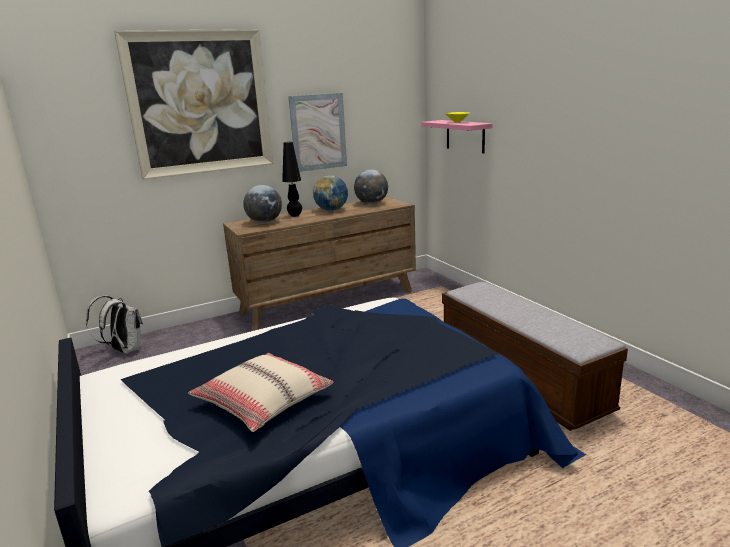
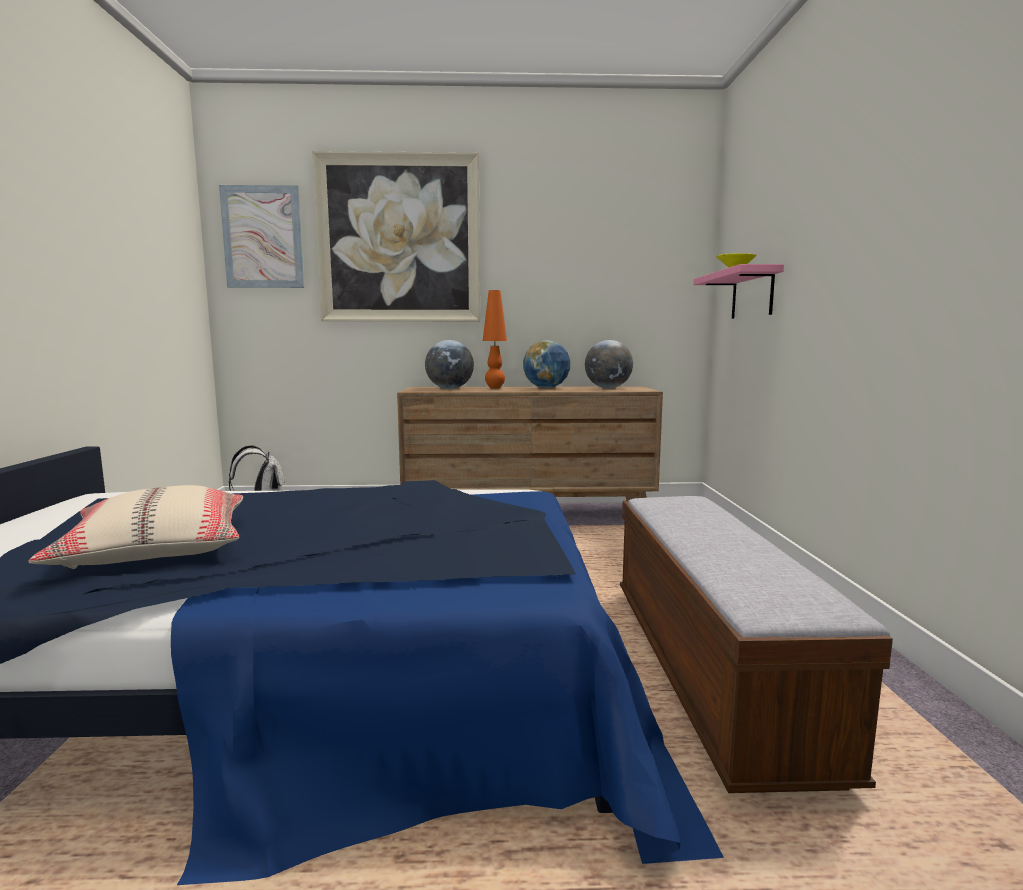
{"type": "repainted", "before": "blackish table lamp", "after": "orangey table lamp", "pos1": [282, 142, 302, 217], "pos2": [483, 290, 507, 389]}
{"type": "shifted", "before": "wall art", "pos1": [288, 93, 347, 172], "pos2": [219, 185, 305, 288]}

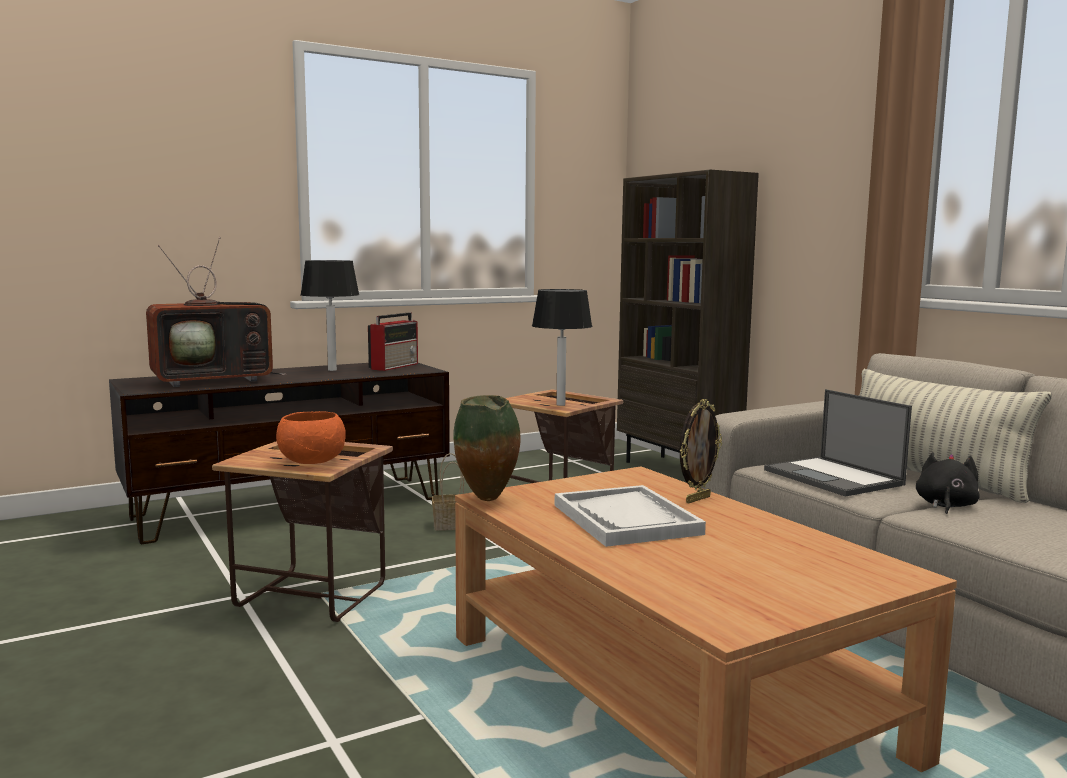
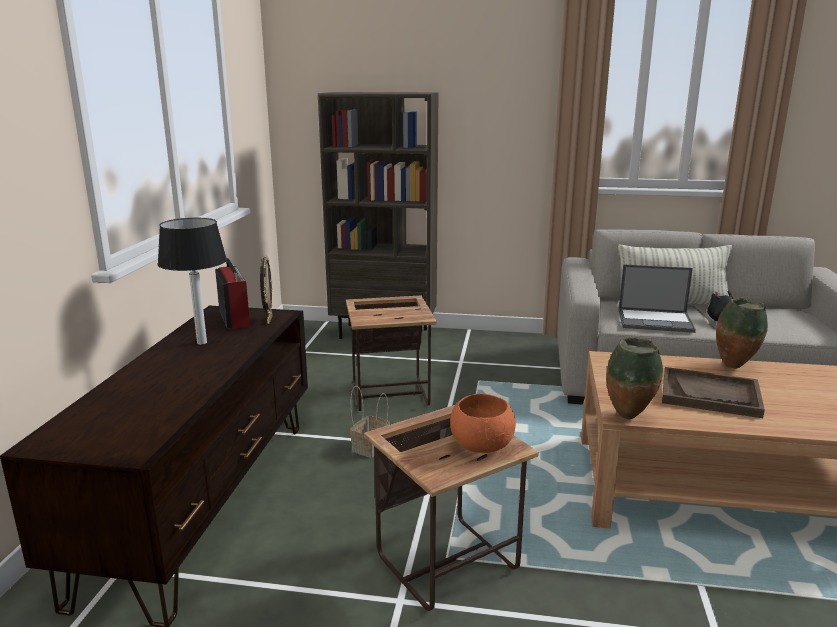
{"type": "gone", "before": "television", "pos1": [146, 237, 287, 387]}
{"type": "gone", "before": "table lamp", "pos1": [532, 289, 592, 406]}
{"type": "repainted", "before": "white carrying tray", "after": "brown carrying tray", "pos1": [555, 485, 706, 547], "pos2": [662, 367, 765, 418]}
{"type": "shifted", "before": "standing frame", "pos1": [680, 399, 722, 503], "pos2": [260, 255, 273, 324]}
{"type": "new", "after": "vase", "pos2": [716, 297, 768, 369]}

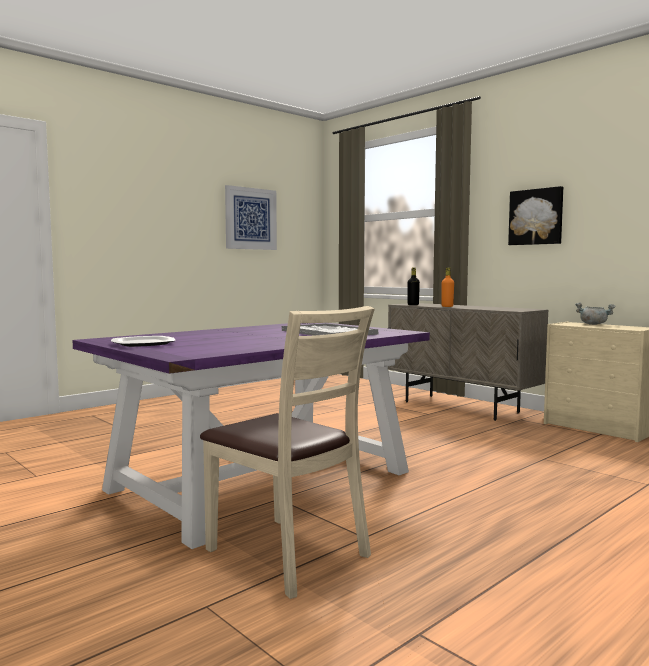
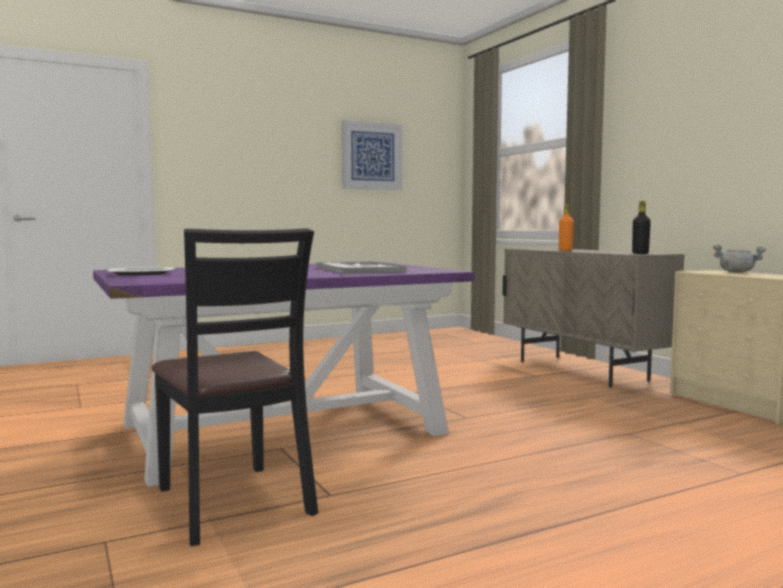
{"type": "repainted", "before": "beige-coloured chair", "after": "blackish chair", "pos1": [200, 306, 375, 599], "pos2": [152, 229, 318, 546]}
{"type": "shifted", "before": "blackish beverage bottle", "pos1": [408, 267, 420, 305], "pos2": [632, 201, 651, 254]}
{"type": "gone", "before": "wall art", "pos1": [508, 186, 563, 245]}

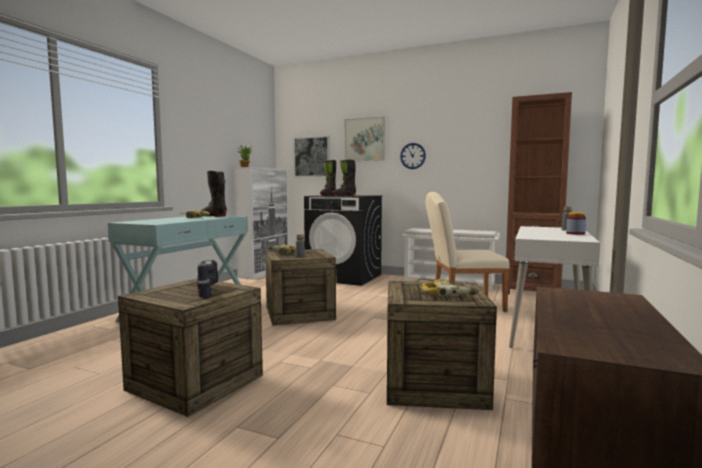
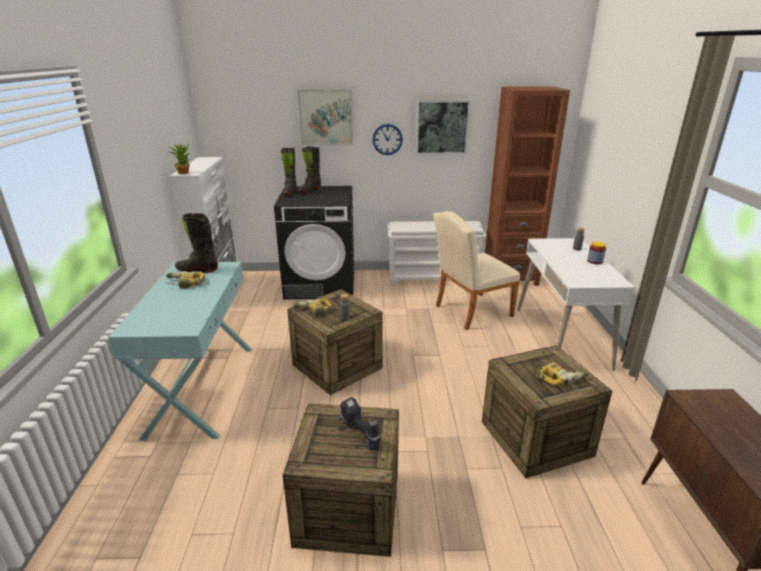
{"type": "shifted", "before": "wall art", "pos1": [293, 136, 330, 177], "pos2": [416, 100, 471, 154]}

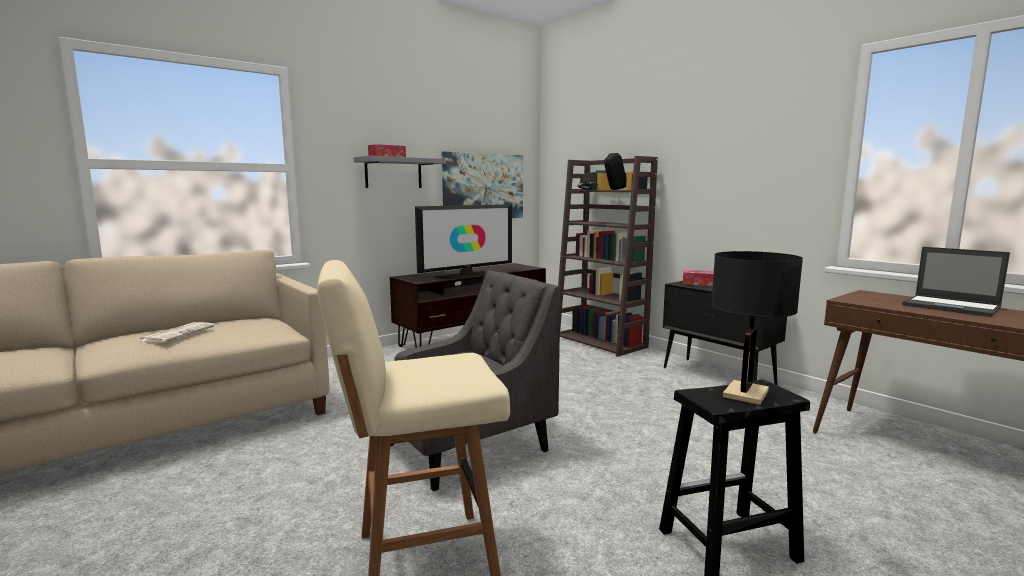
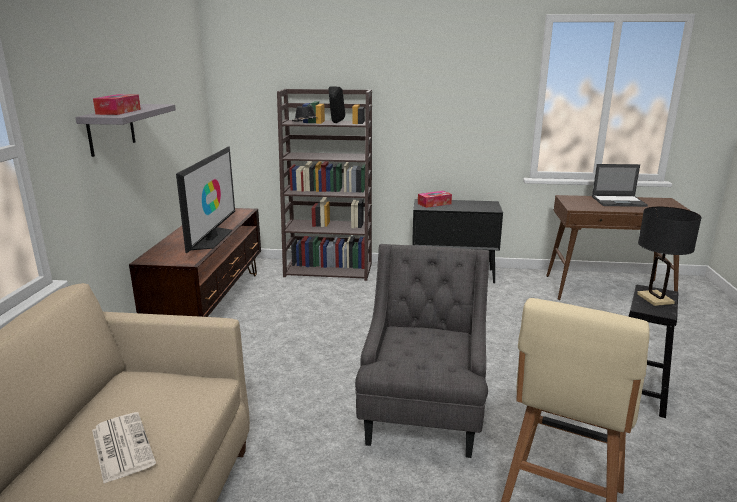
{"type": "gone", "before": "wall art", "pos1": [442, 152, 523, 218]}

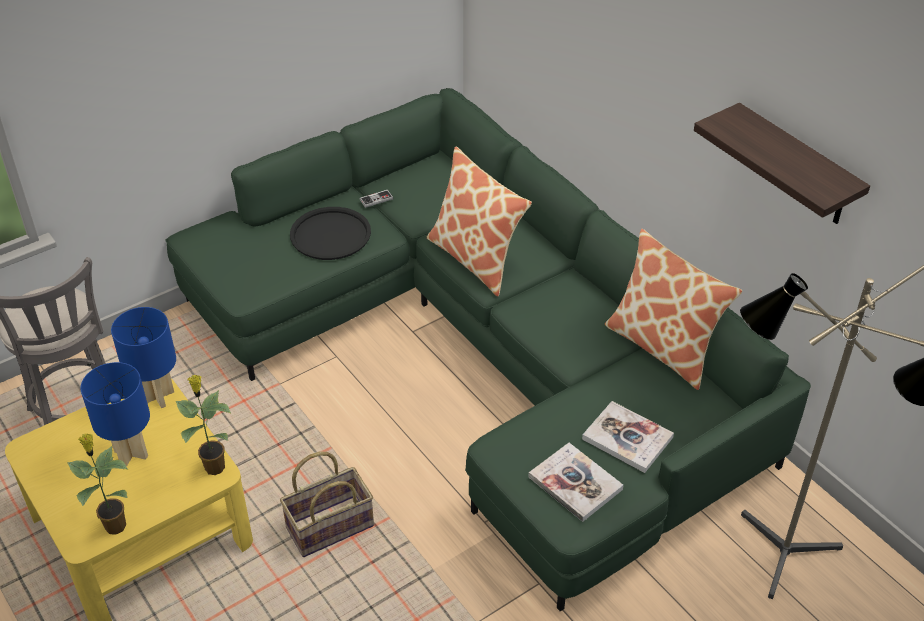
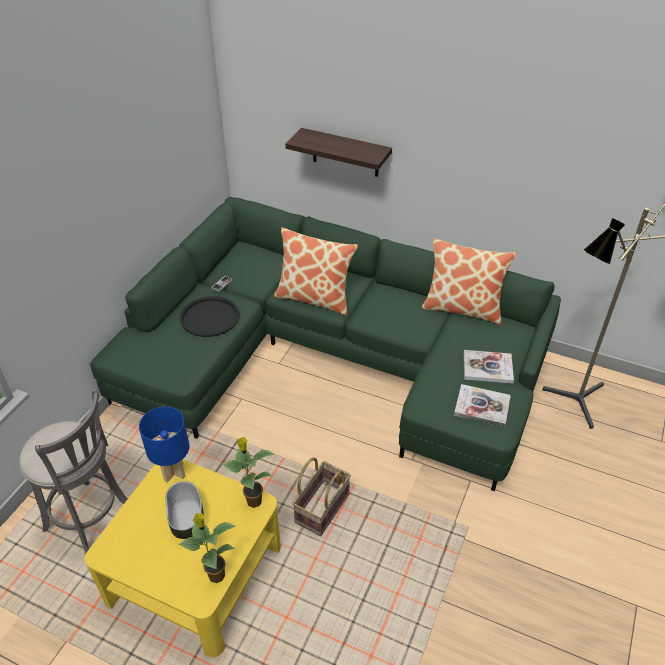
{"type": "swapped", "before": "bluish table lamp", "after": "bowl", "pos1": [80, 362, 150, 467], "pos2": [165, 481, 204, 539]}
{"type": "shifted", "before": "shelf", "pos1": [694, 103, 870, 224], "pos2": [285, 128, 392, 177]}

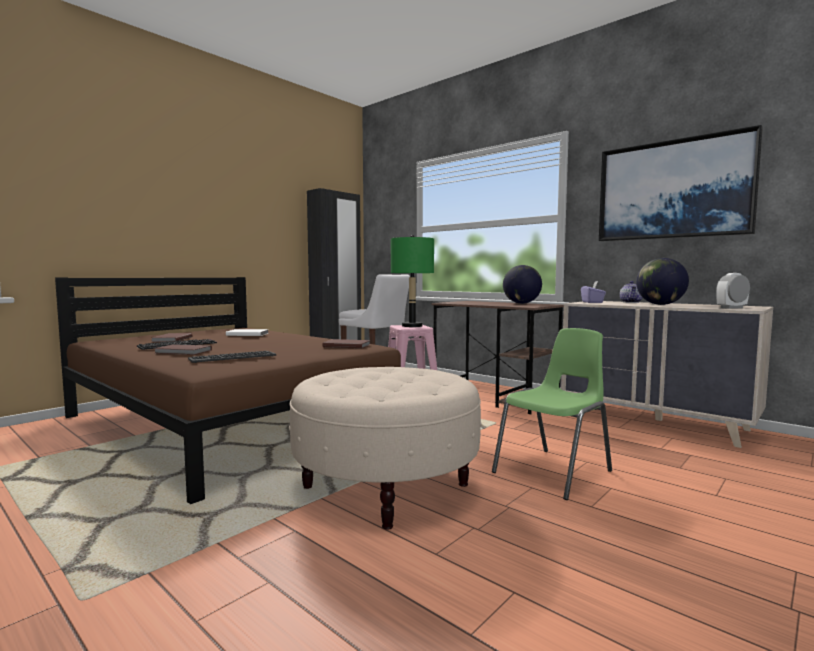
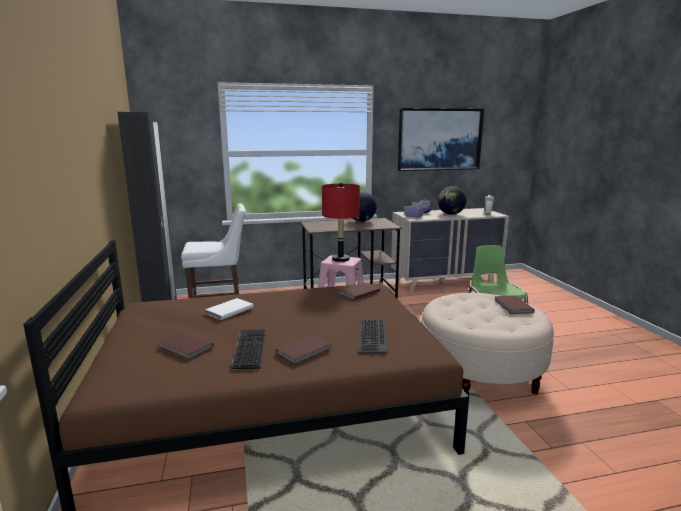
{"type": "repainted", "before": "green-coloured table lamp", "after": "red-coloured table lamp", "pos1": [391, 235, 434, 327], "pos2": [322, 183, 360, 262]}
{"type": "new", "after": "brown volume", "pos2": [494, 295, 535, 314]}

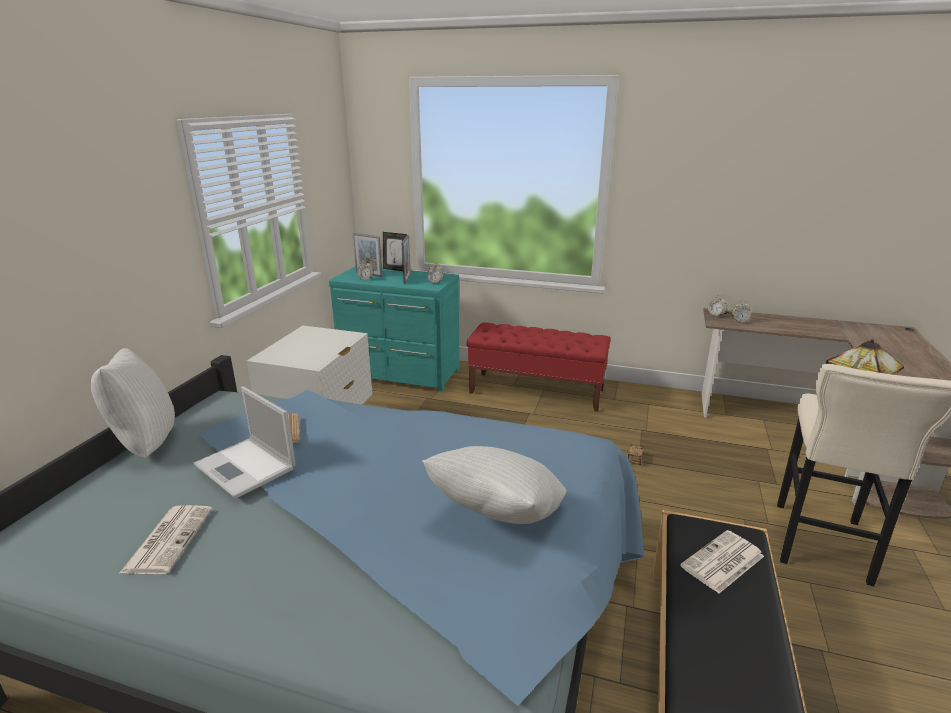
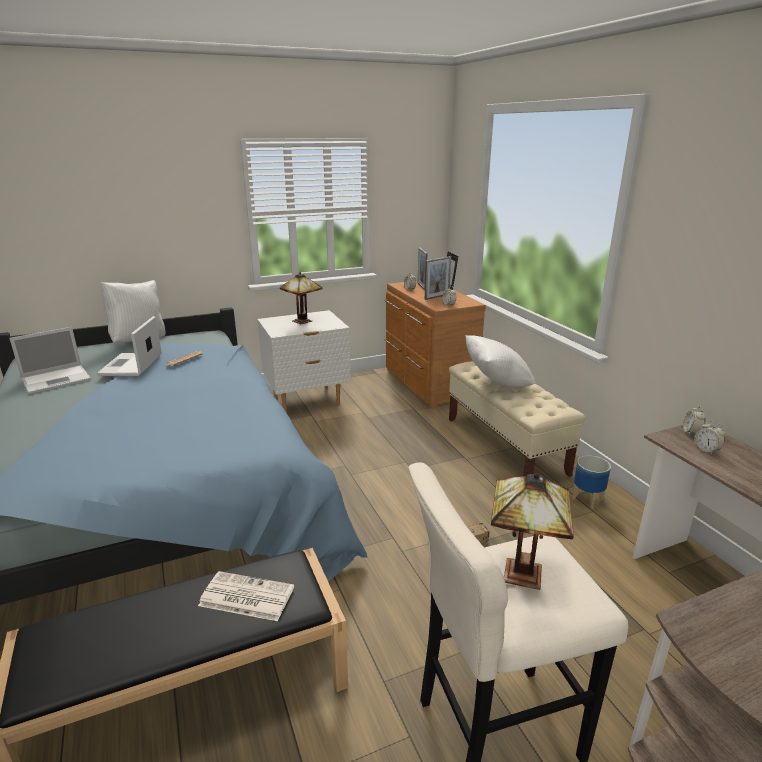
{"type": "swapped", "before": "printed paper", "after": "portable computer", "pos1": [120, 505, 213, 574], "pos2": [9, 327, 91, 394]}
{"type": "repainted", "before": "turquoise-coloured drawer chest", "after": "brown drawer chest", "pos1": [329, 266, 460, 392], "pos2": [385, 280, 486, 410]}
{"type": "shifted", "before": "white cushion", "pos1": [422, 446, 567, 524], "pos2": [466, 335, 535, 387]}
{"type": "repainted", "before": "red-coloured indoor bench", "after": "beige-coloured indoor bench", "pos1": [466, 323, 611, 412], "pos2": [449, 361, 586, 477]}
{"type": "new", "after": "table lamp", "pos2": [280, 273, 323, 324]}
{"type": "new", "after": "planter", "pos2": [572, 455, 611, 509]}

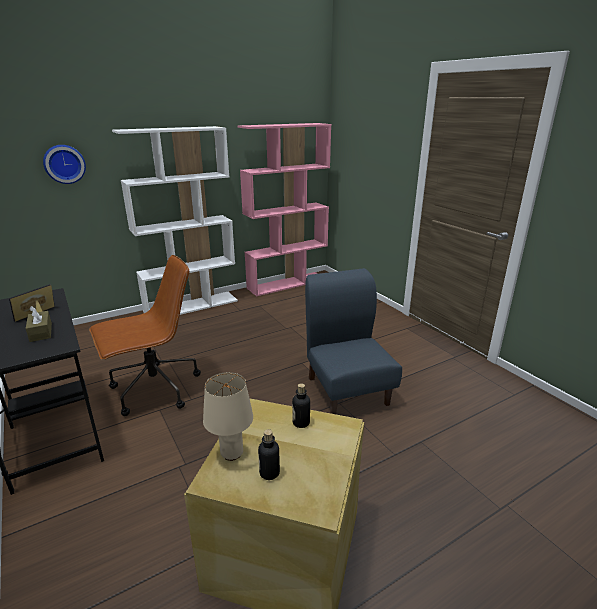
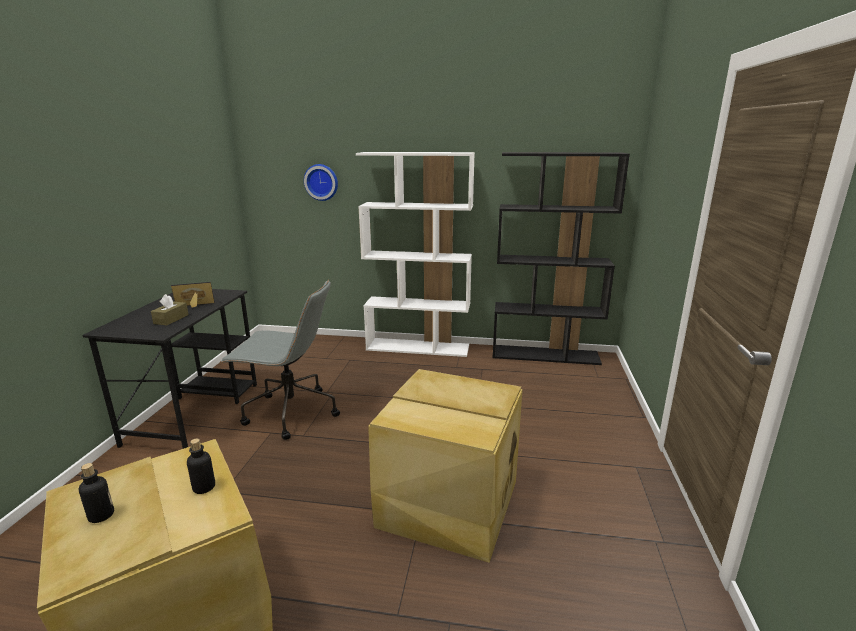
{"type": "repainted", "before": "brown office chair", "after": "grey office chair", "pos1": [89, 255, 201, 416], "pos2": [221, 280, 340, 440]}
{"type": "gone", "before": "beige-coloured table lamp", "pos1": [203, 372, 253, 461]}
{"type": "repainted", "before": "pinkish bookcase", "after": "blackish bookcase", "pos1": [238, 123, 331, 296], "pos2": [493, 152, 630, 365]}
{"type": "swapped", "before": "bluish chair", "after": "beige-coloured storage bin", "pos1": [305, 268, 402, 414], "pos2": [368, 369, 523, 563]}

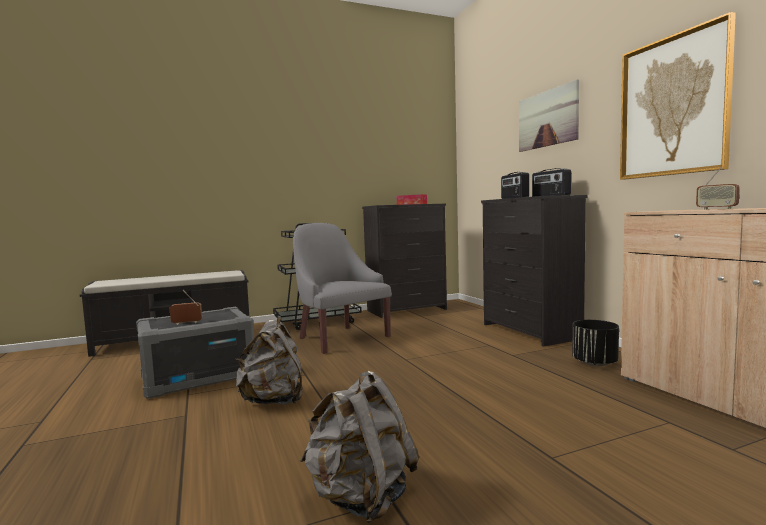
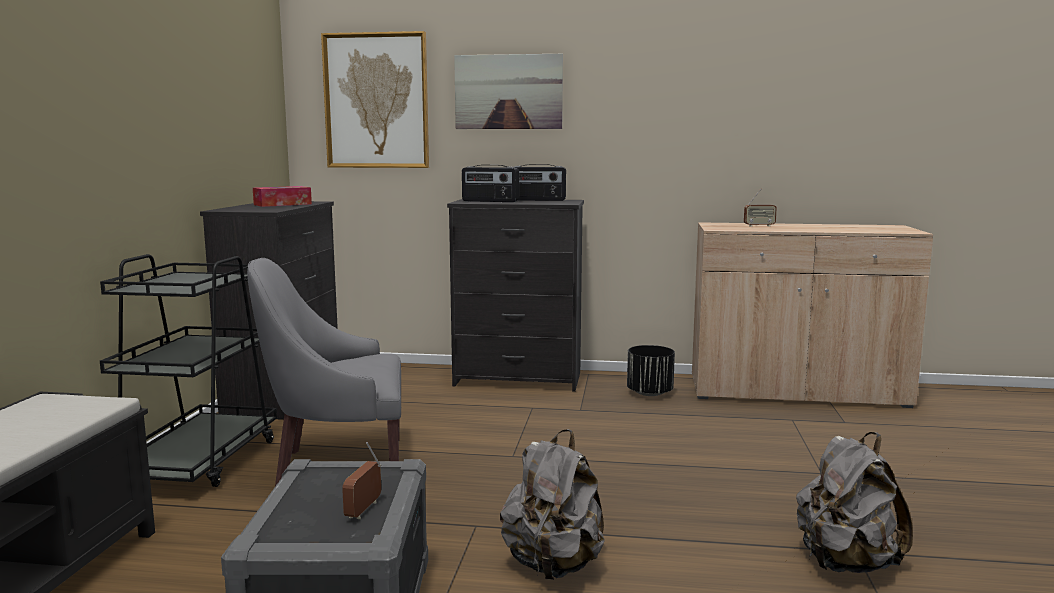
{"type": "shifted", "before": "wall art", "pos1": [620, 12, 736, 180], "pos2": [321, 31, 429, 168]}

